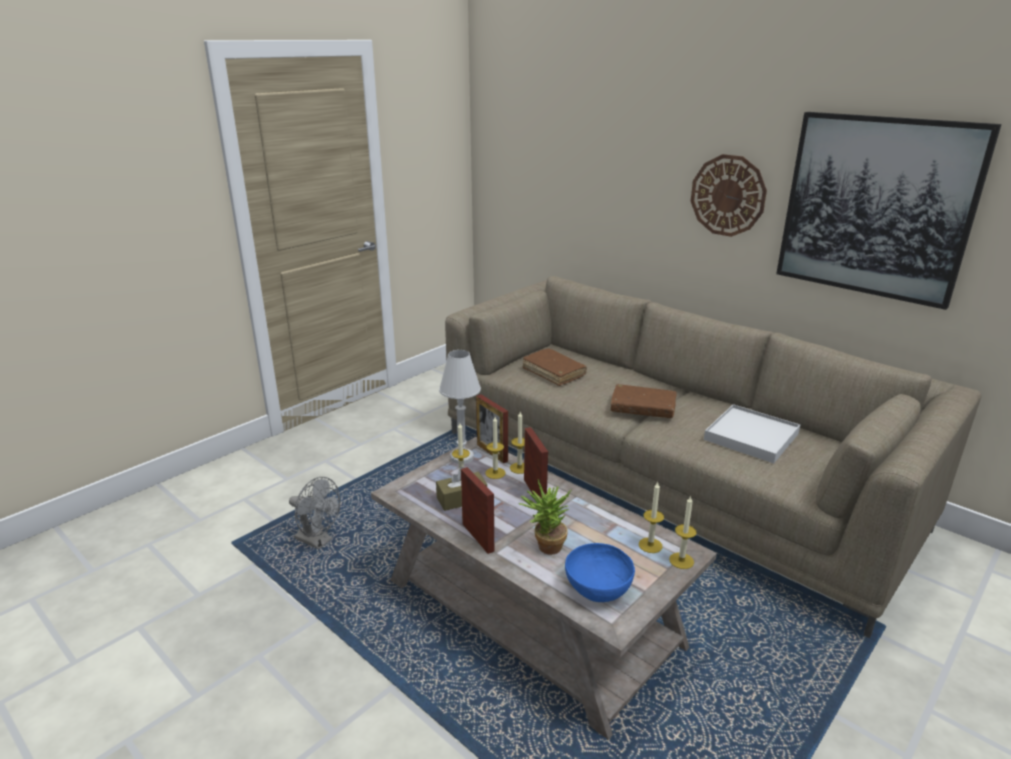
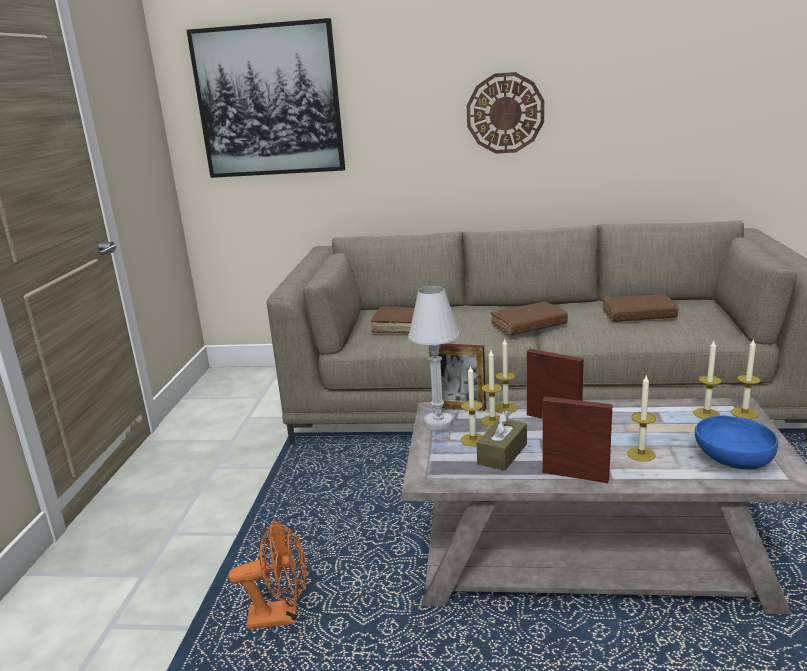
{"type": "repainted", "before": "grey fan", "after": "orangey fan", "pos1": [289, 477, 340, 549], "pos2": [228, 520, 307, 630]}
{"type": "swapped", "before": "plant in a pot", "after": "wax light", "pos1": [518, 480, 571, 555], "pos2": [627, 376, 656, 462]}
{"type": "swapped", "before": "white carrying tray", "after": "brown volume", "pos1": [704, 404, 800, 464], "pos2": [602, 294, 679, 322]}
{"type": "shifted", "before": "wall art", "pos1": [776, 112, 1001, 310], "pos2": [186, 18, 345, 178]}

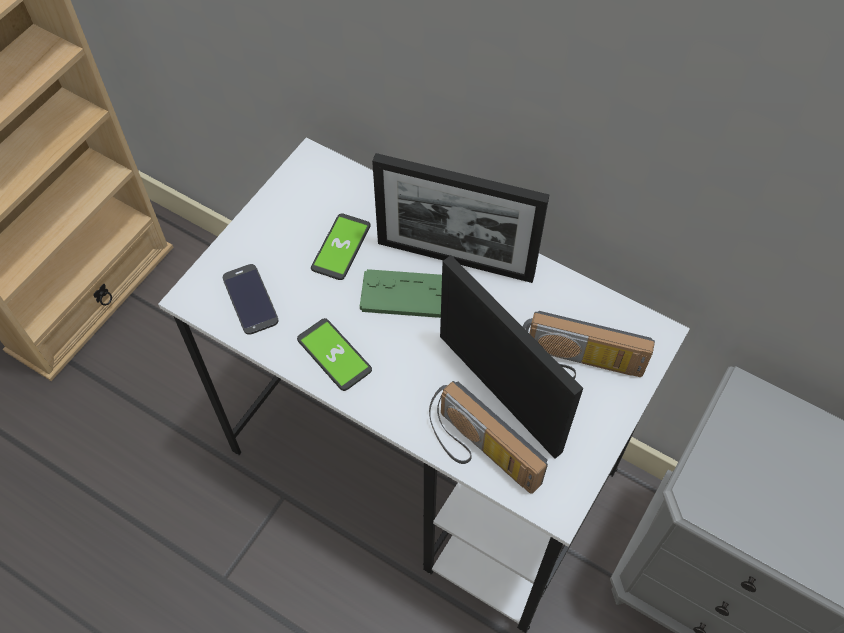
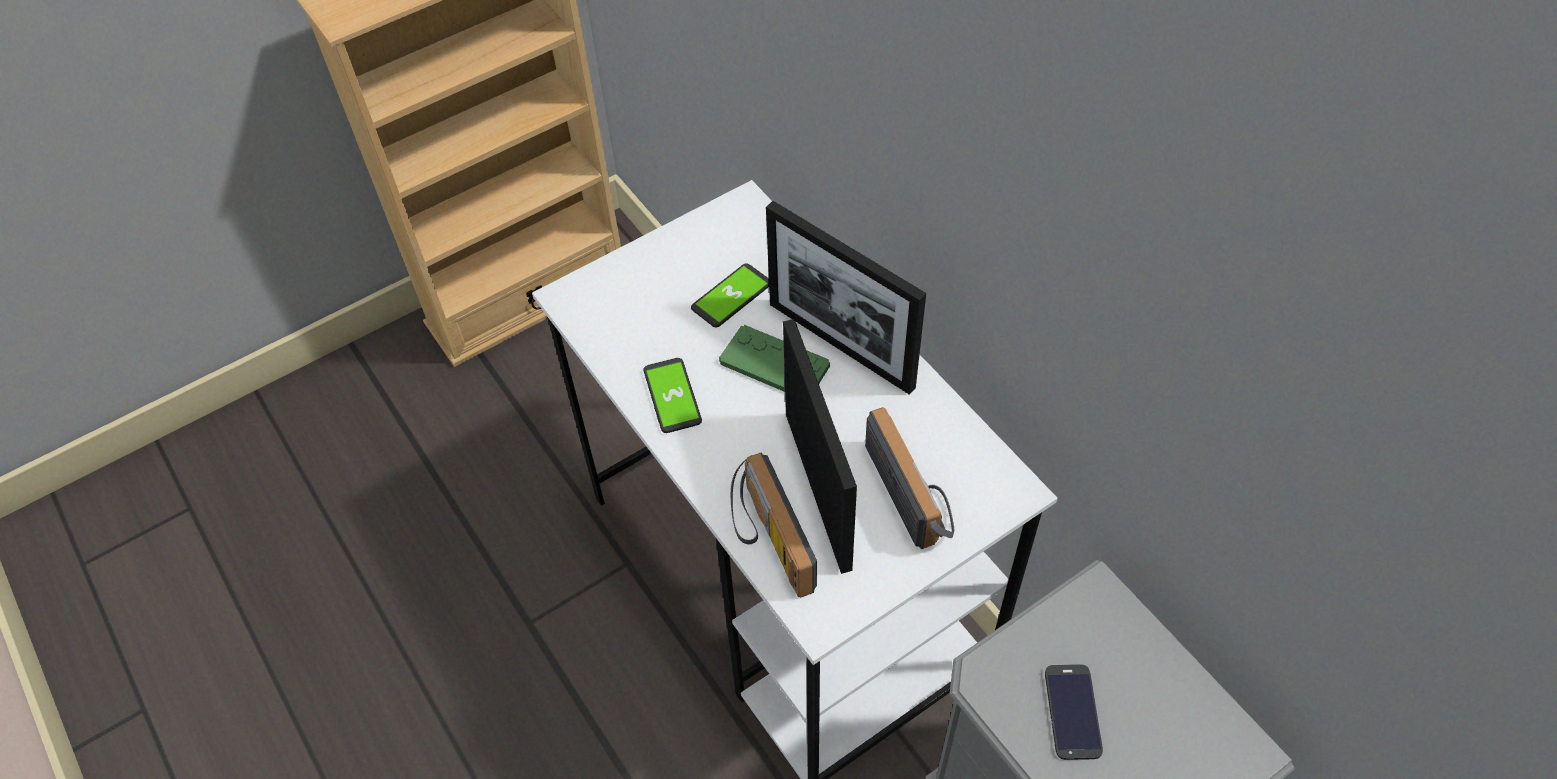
{"type": "shifted", "before": "handset", "pos1": [223, 264, 278, 335], "pos2": [1045, 664, 1103, 760]}
{"type": "rotated", "before": "radio", "pos1": [522, 311, 655, 379], "pos2": [865, 407, 954, 549], "turn": -150}

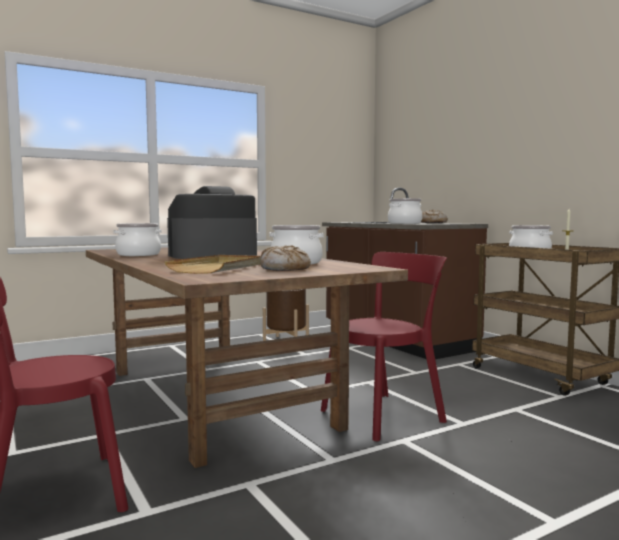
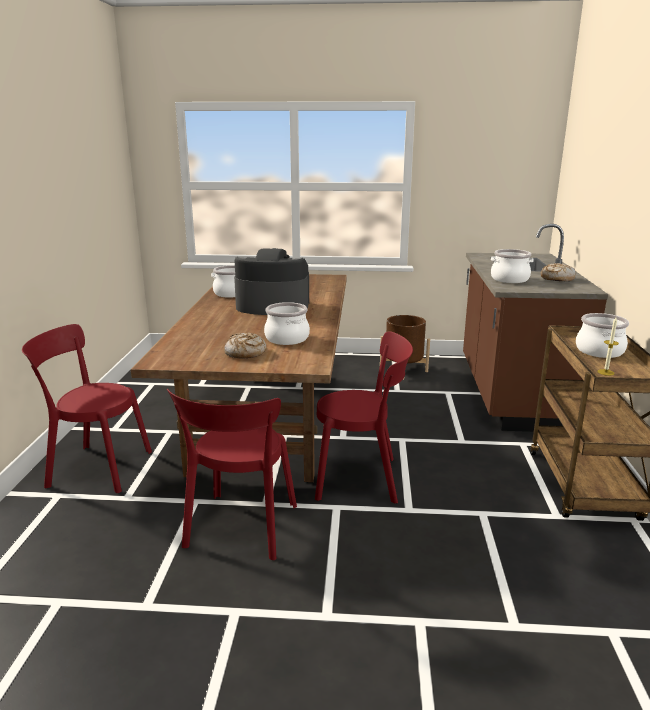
{"type": "gone", "before": "beige-coloured carrying tray", "pos1": [164, 255, 261, 274]}
{"type": "new", "after": "red-coloured chair", "pos2": [167, 389, 297, 560]}

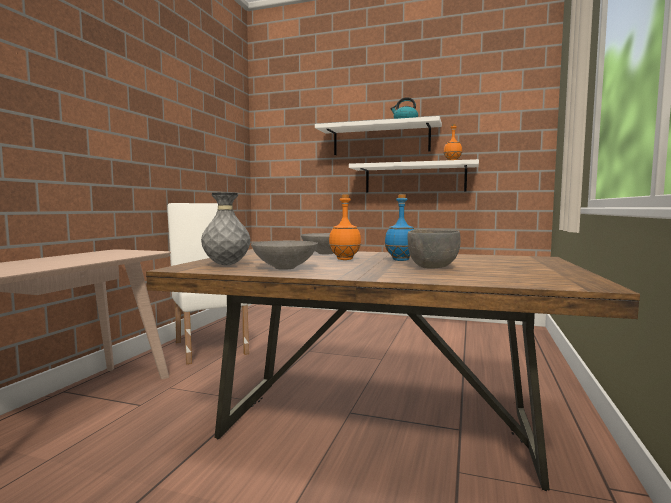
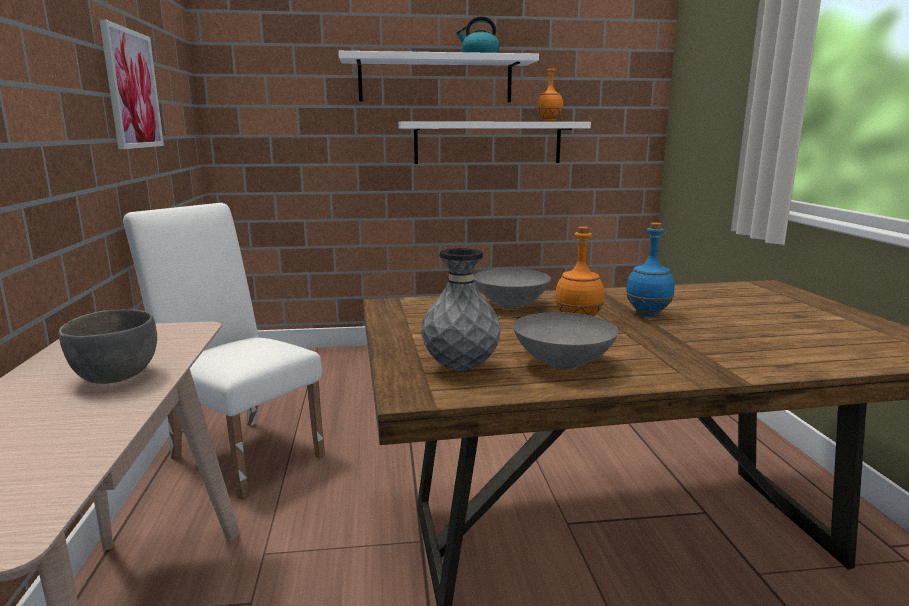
{"type": "shifted", "before": "grey bowl", "pos1": [407, 229, 461, 268], "pos2": [59, 309, 157, 384]}
{"type": "new", "after": "wall art", "pos2": [99, 19, 164, 149]}

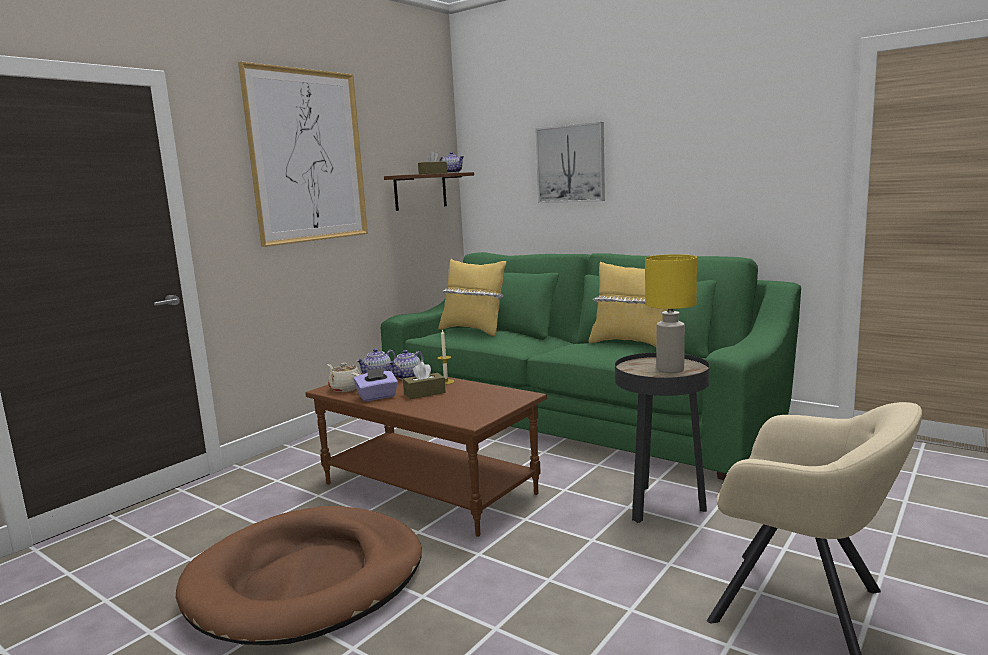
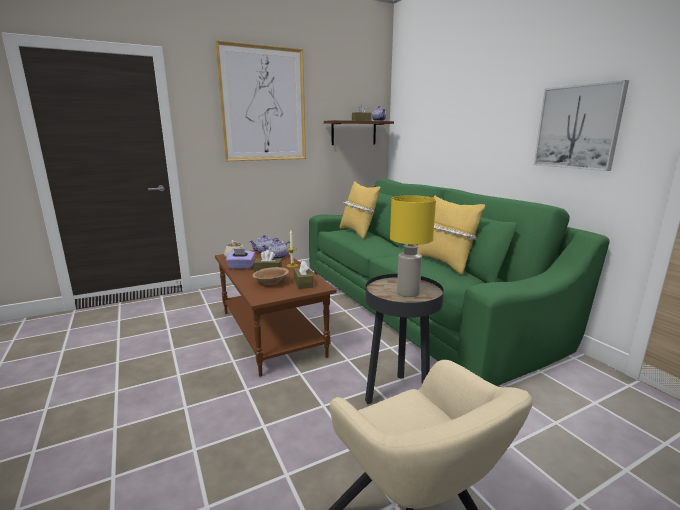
{"type": "gone", "before": "brown dog bed", "pos1": [176, 506, 422, 645]}
{"type": "shifted", "before": "wall art", "pos1": [535, 122, 605, 203], "pos2": [534, 80, 629, 171]}
{"type": "new", "after": "brown bowl", "pos2": [252, 267, 289, 285]}
{"type": "new", "after": "brown box of tissues", "pos2": [294, 261, 313, 289]}

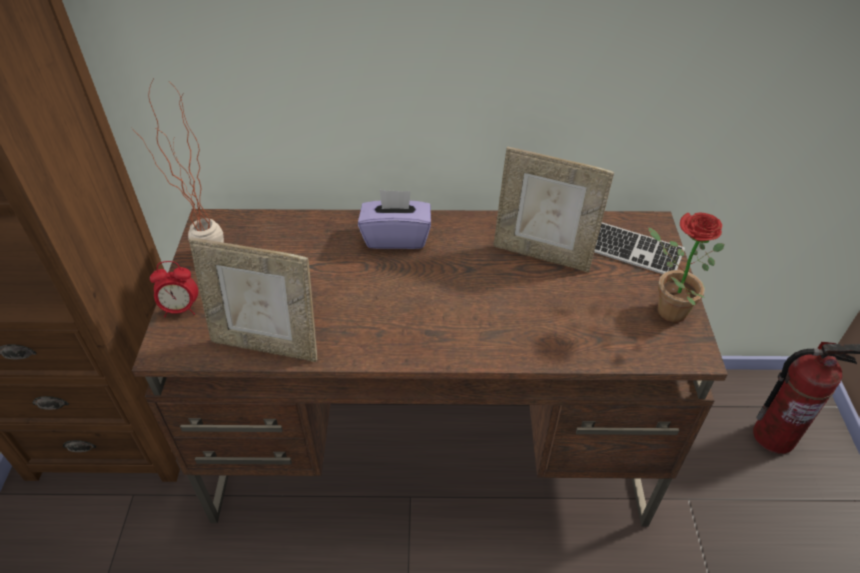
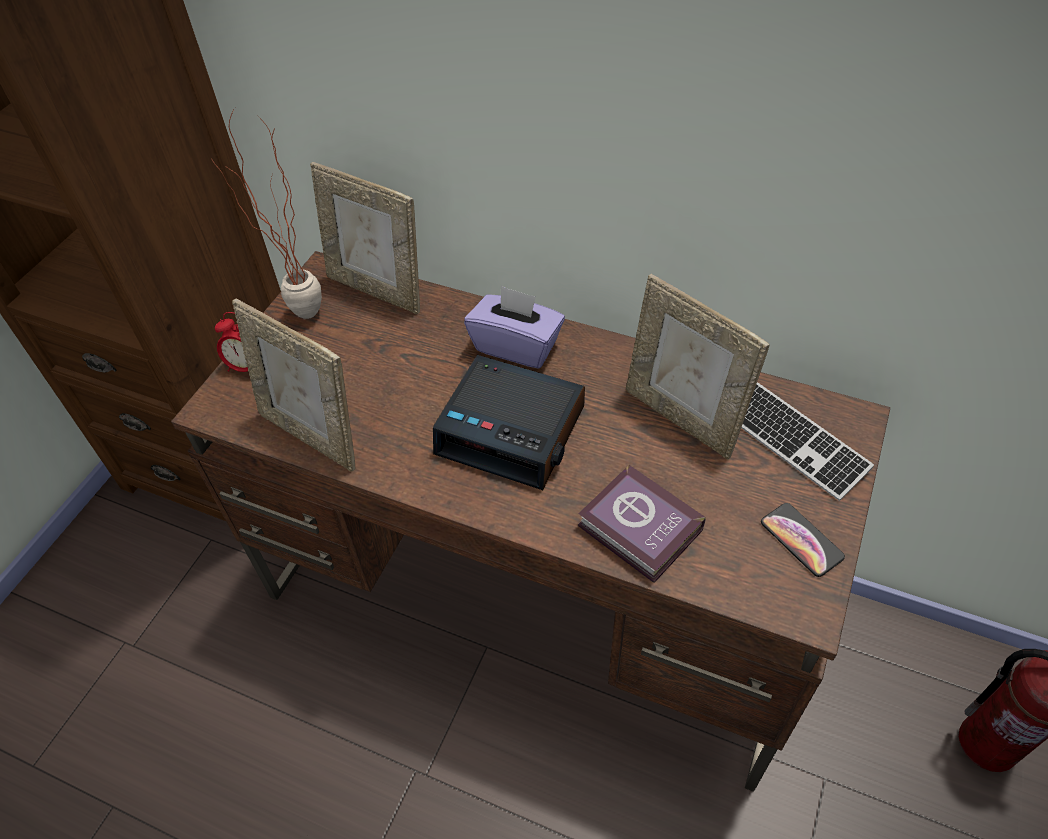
{"type": "swapped", "before": "plant in a pot", "after": "handset", "pos1": [648, 212, 725, 322], "pos2": [761, 503, 845, 577]}
{"type": "new", "after": "standing frame", "pos2": [310, 162, 420, 314]}
{"type": "new", "after": "alarm clock", "pos2": [433, 355, 585, 490]}
{"type": "new", "after": "volume", "pos2": [578, 464, 705, 583]}

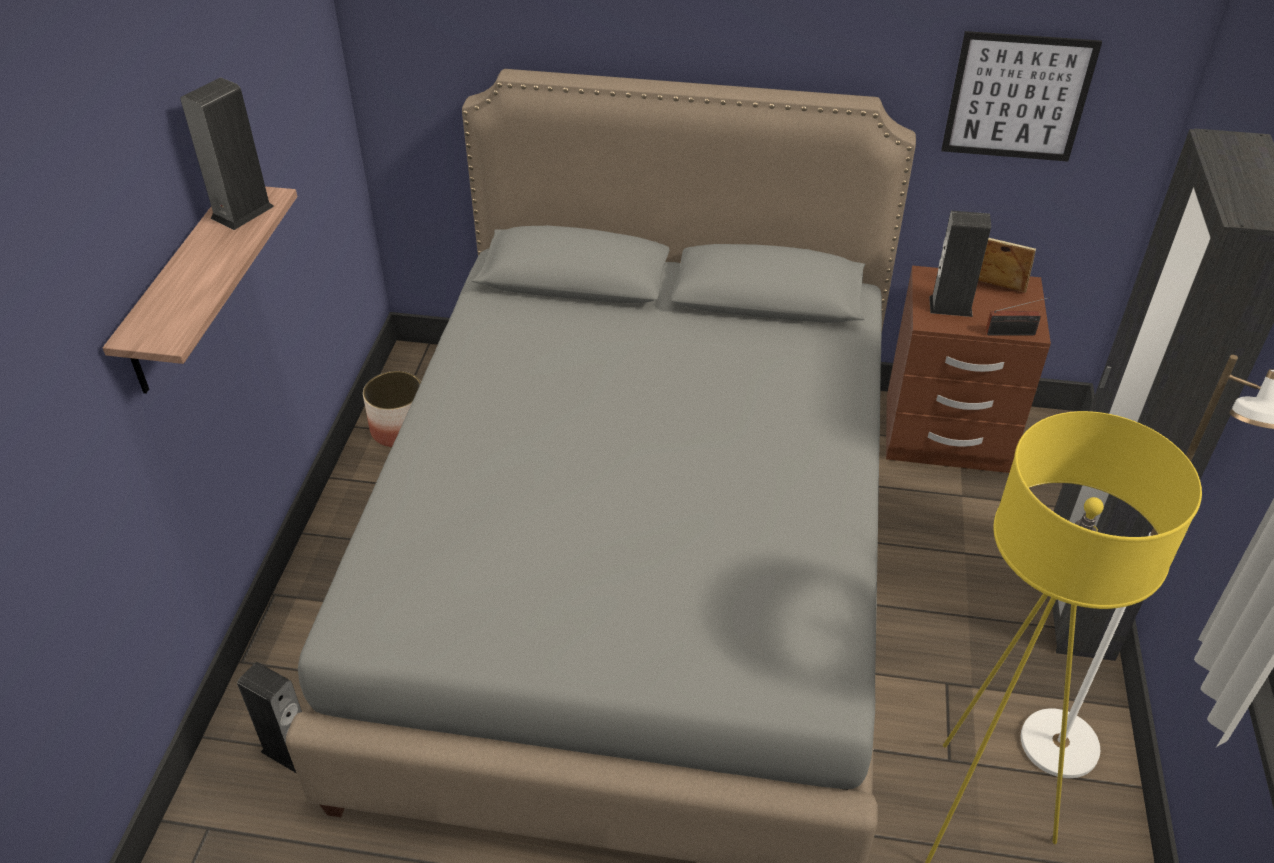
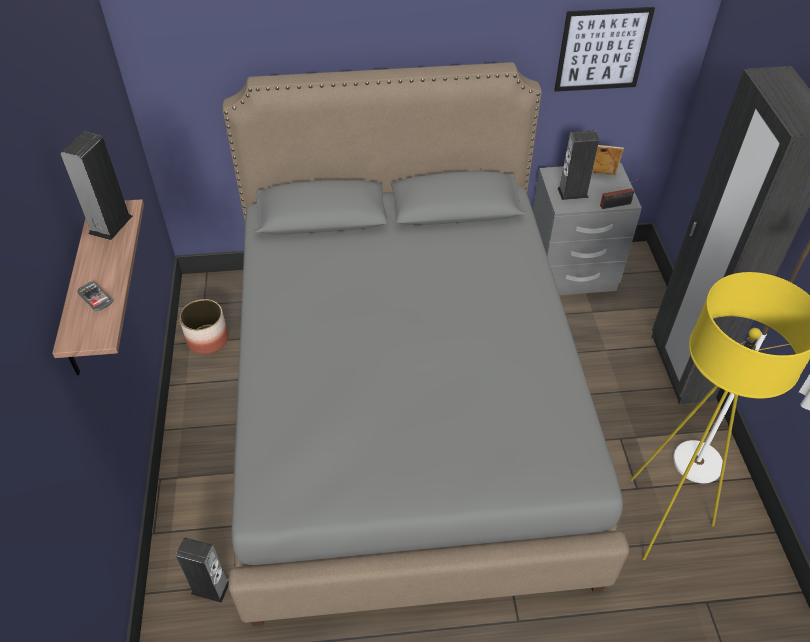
{"type": "repainted", "before": "brown nightstand", "after": "grey nightstand", "pos1": [886, 266, 1051, 473], "pos2": [533, 163, 642, 295]}
{"type": "new", "after": "handset", "pos2": [77, 282, 113, 311]}

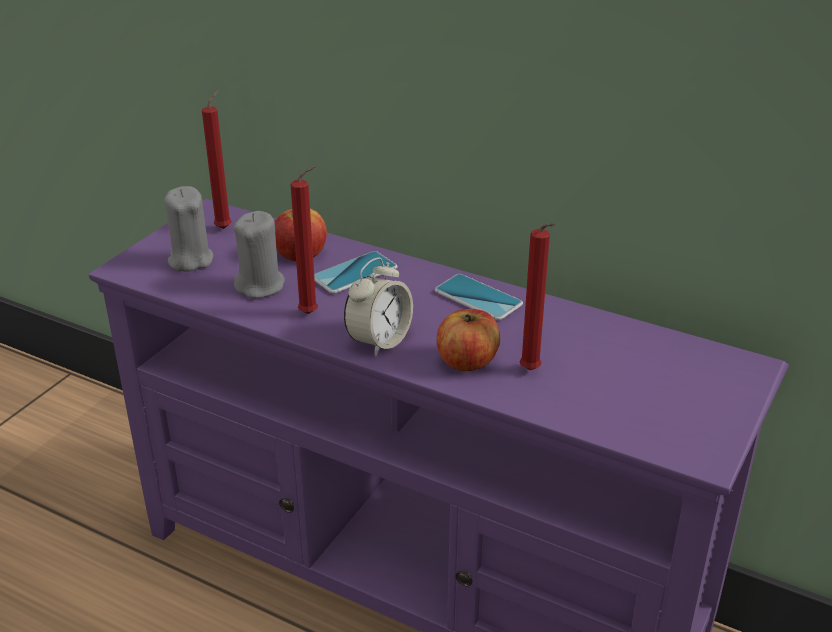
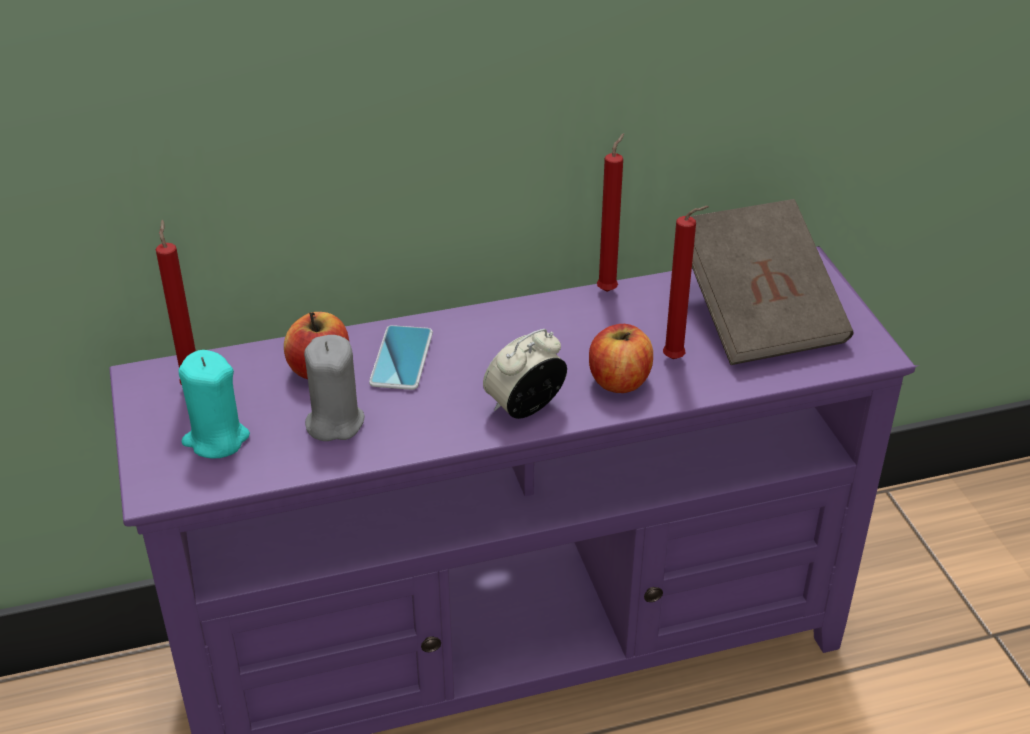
{"type": "repainted", "before": "grey wax light", "after": "turquoise-coloured wax light", "pos1": [164, 186, 213, 272], "pos2": [179, 350, 250, 459]}
{"type": "shifted", "before": "red-coloured wax light", "pos1": [290, 165, 318, 314], "pos2": [597, 133, 624, 292]}
{"type": "rotated", "before": "alarm clock", "pos1": [344, 257, 413, 357], "pos2": [483, 329, 567, 419], "turn": -120}
{"type": "gone", "before": "handset", "pos1": [435, 274, 523, 320]}
{"type": "new", "after": "brown volume", "pos2": [690, 199, 853, 365]}

